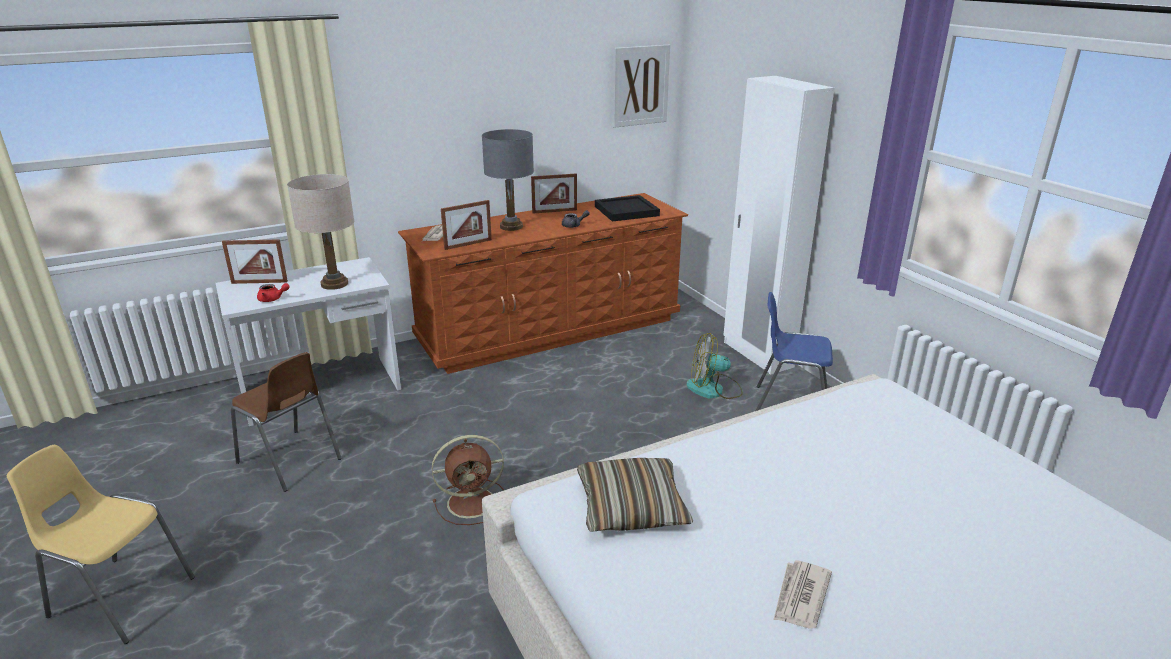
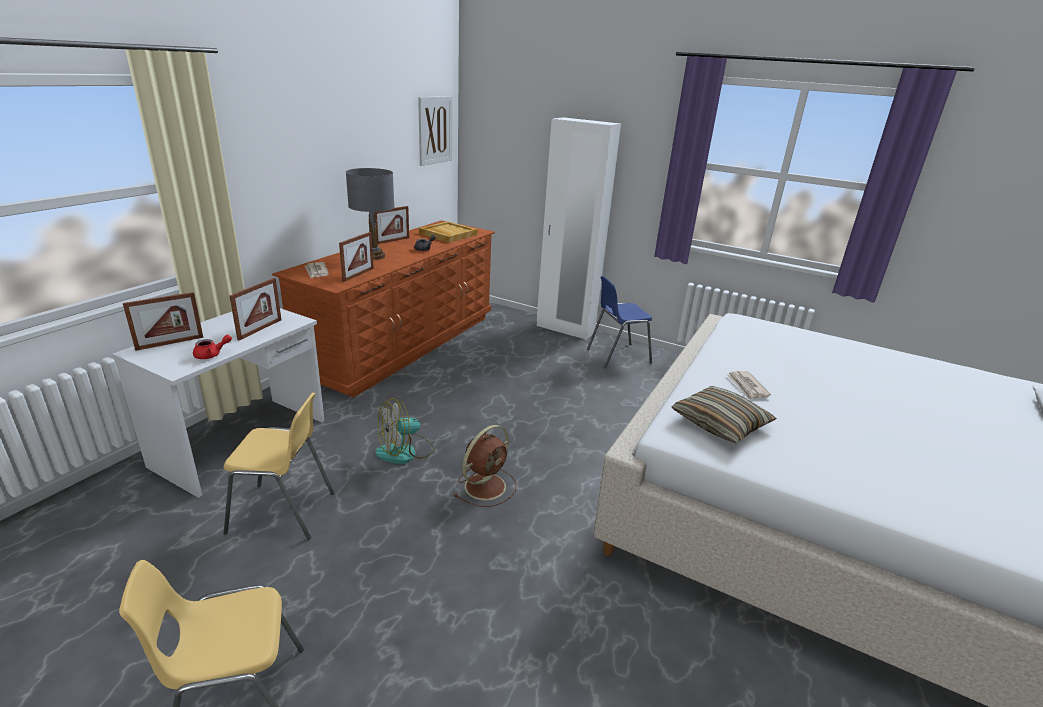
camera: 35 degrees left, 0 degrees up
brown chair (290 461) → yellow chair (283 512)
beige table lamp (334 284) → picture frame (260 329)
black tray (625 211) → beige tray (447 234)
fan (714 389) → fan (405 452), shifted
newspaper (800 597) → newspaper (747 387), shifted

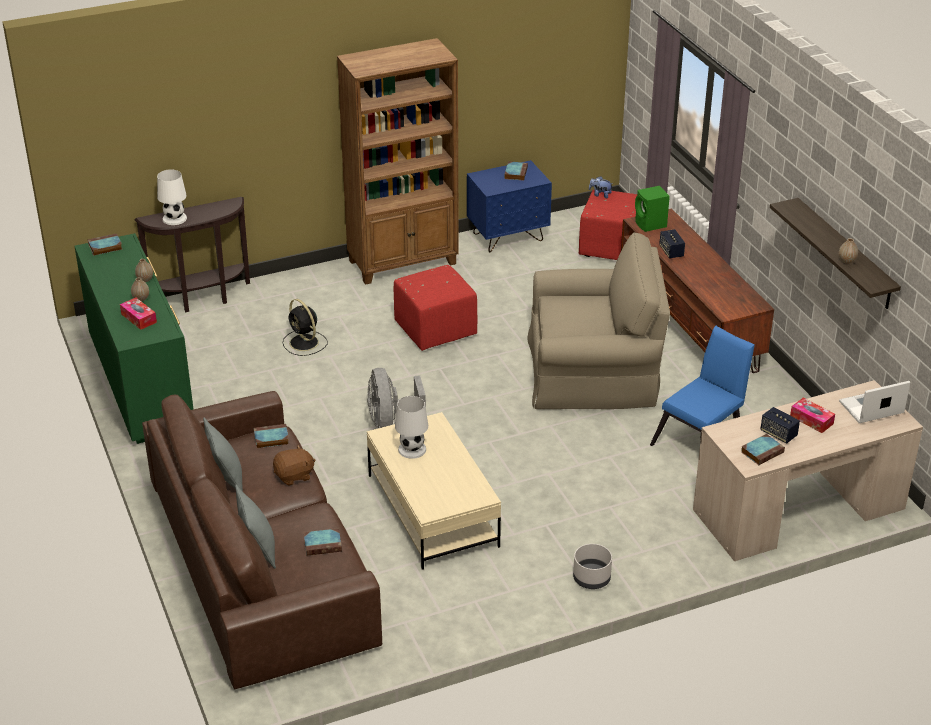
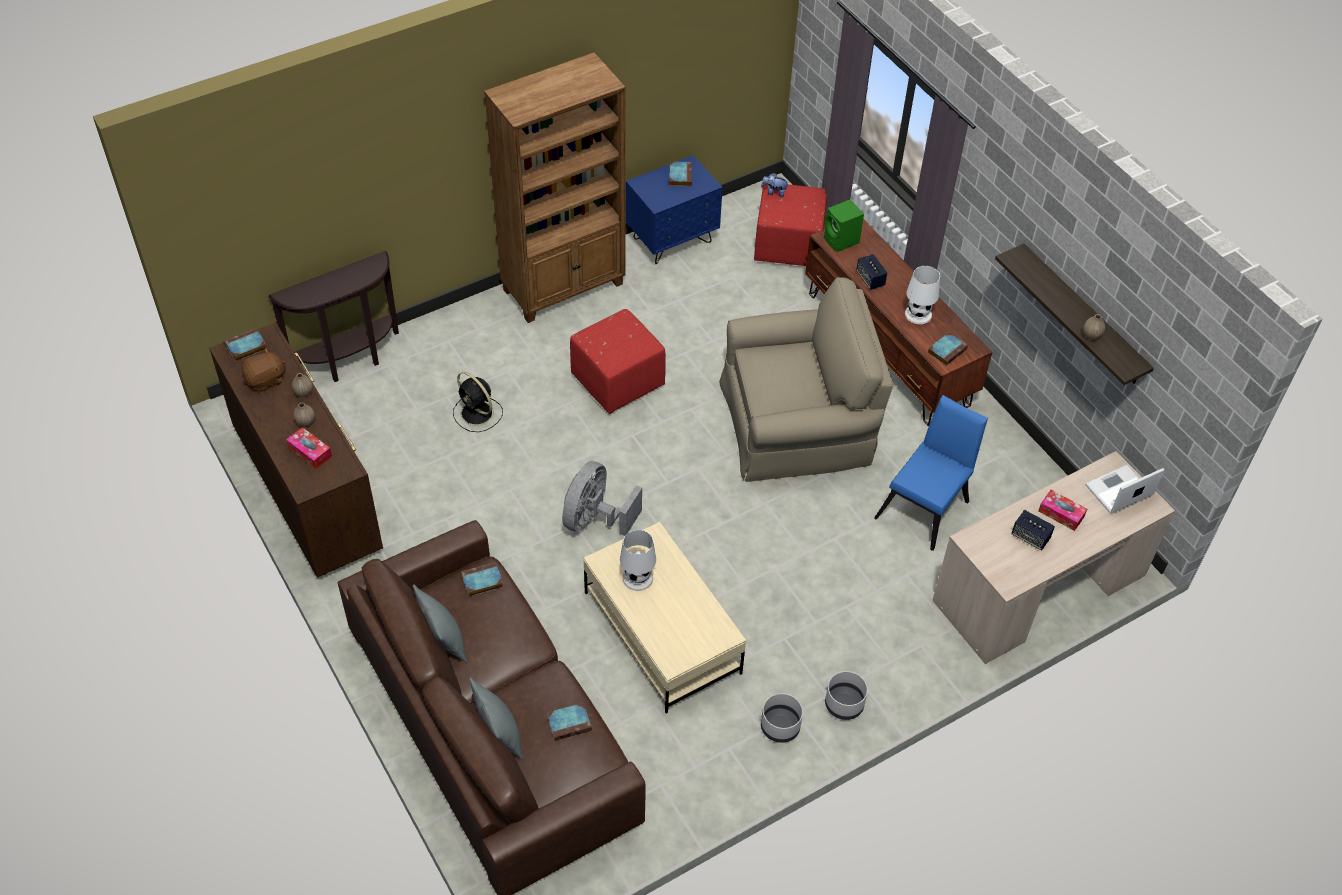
camera: 10 degrees left, 15 degrees up
green dresser (141 383) → brown dresser (307 489)
white table lamp (175 218) → white table lamp (918 314), shifted
brown plush toy (294 476) → brown plush toy (266 380), shifted
grey fan (391 424) → grey fan (595 519), 45 degrees clockwise
book (762 451) → book (947 350), shifted
- → grey planter (780 727)

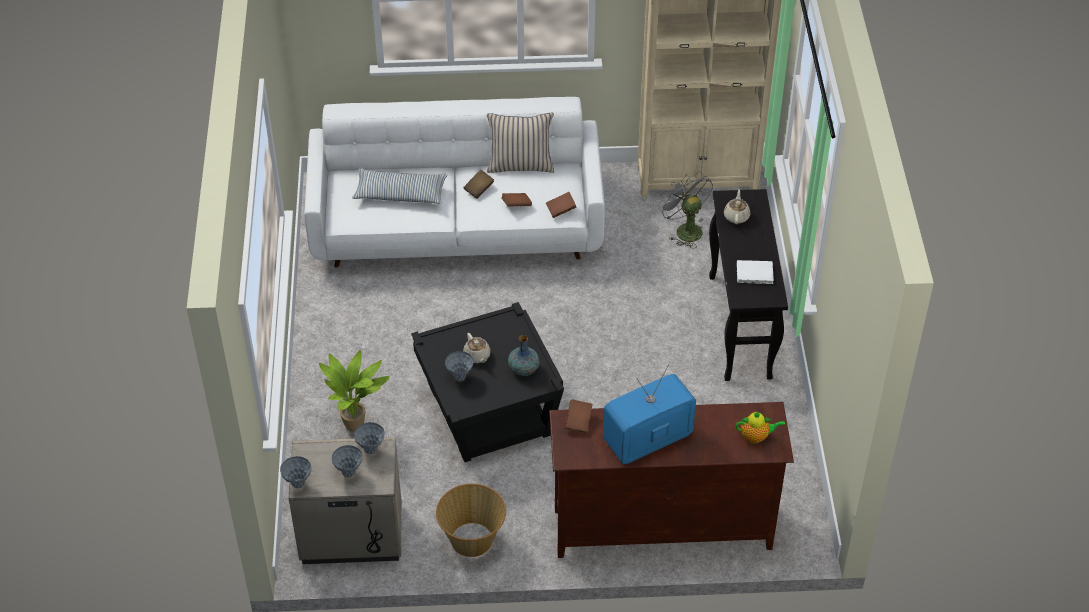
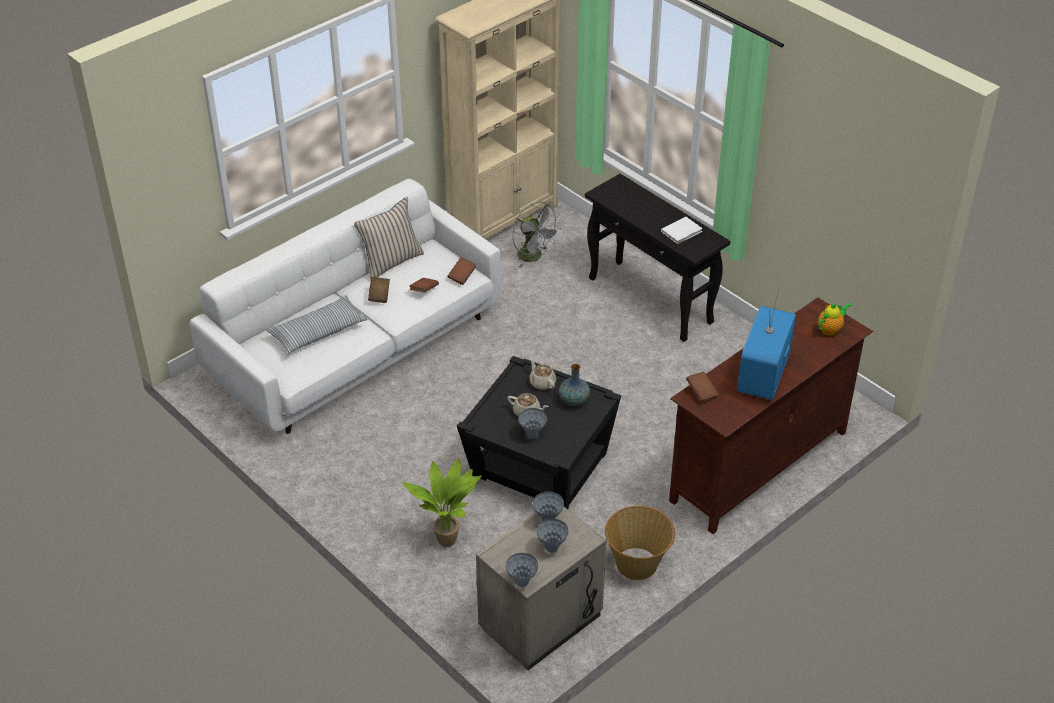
camera: 40 degrees left, 5 degrees down
grey fan (684 229) → grey fan (534 257), 150 degrees counterclockwise
beige teapot (736 216) → beige teapot (542 382), shifted

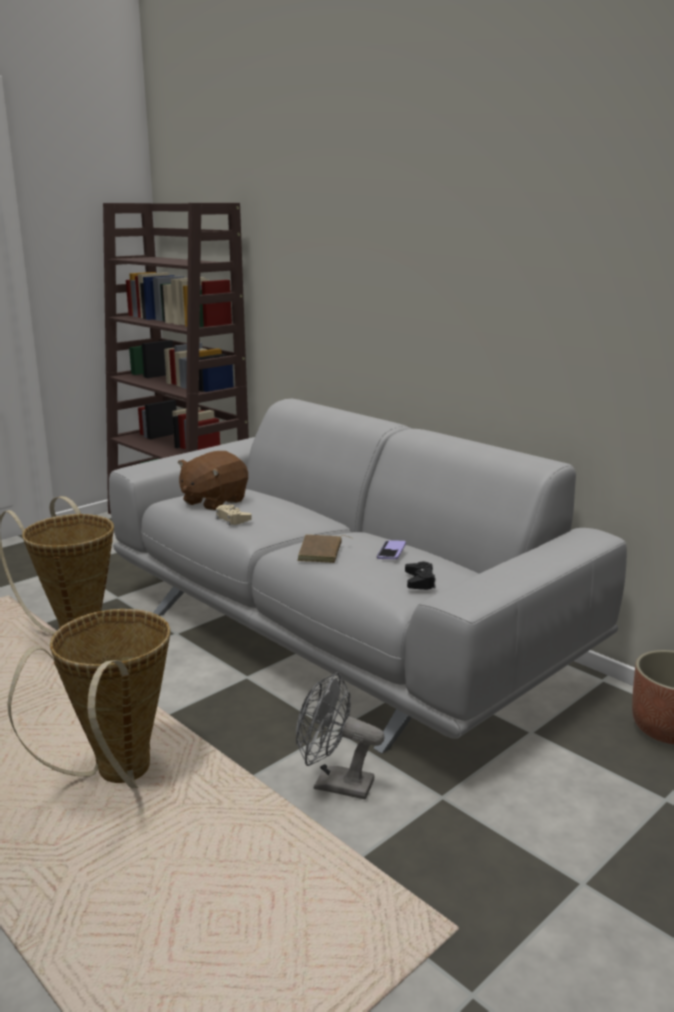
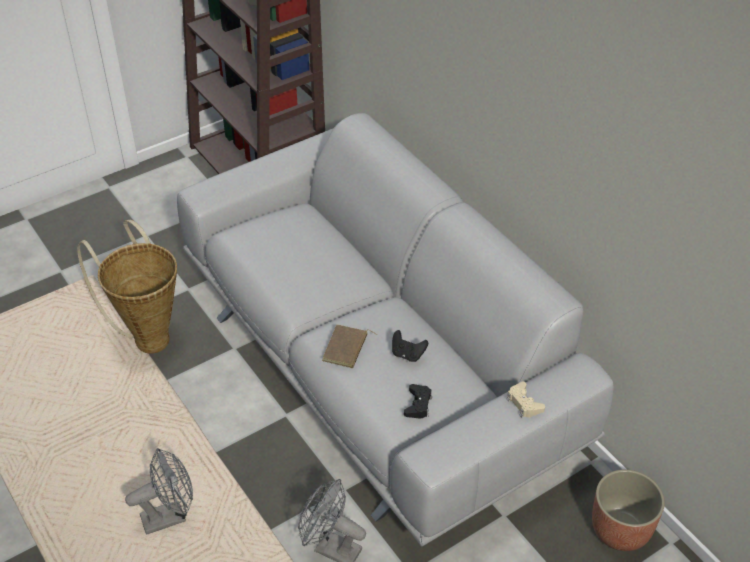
camera: 10 degrees right, 25 degrees up
basket (117 777) → grey fan (170 516)
brown plush toy (213 501) → -
beige game controller (232 519) → beige game controller (524 403), shifted
phone (391 551) → black game controller (407 354)

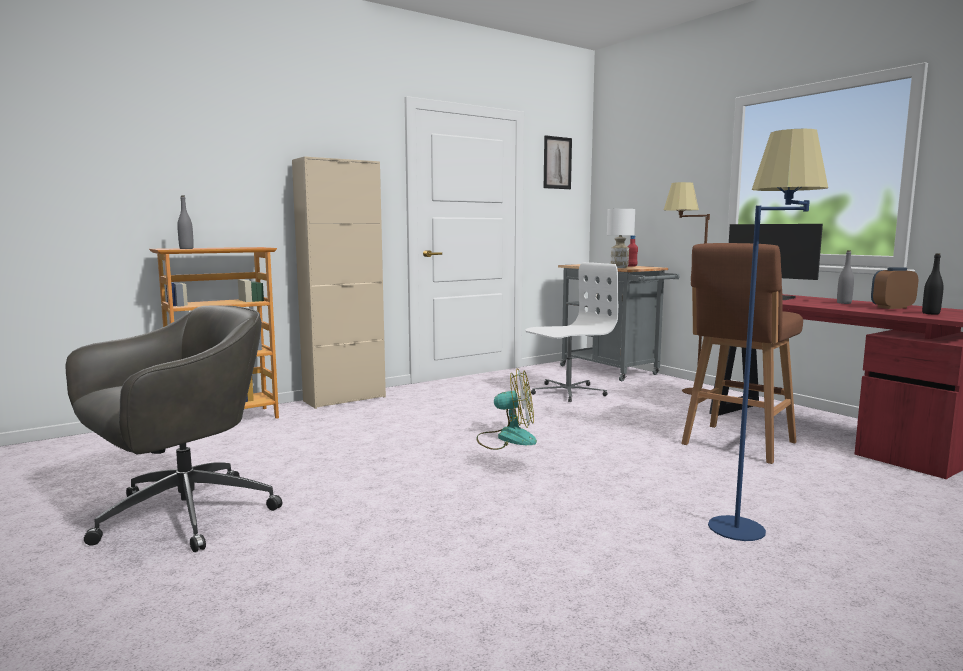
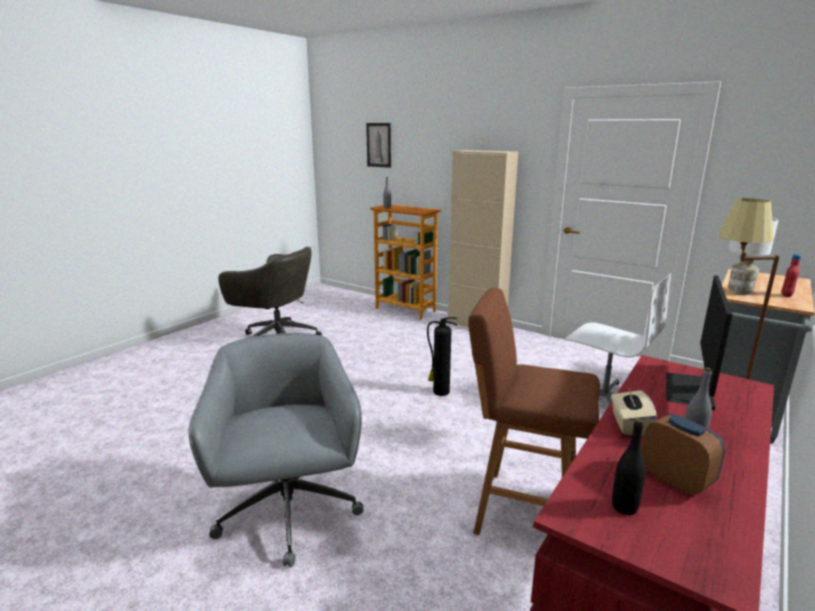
camera: 70 degrees right, 10 degrees up
fan (507 438) → fire extinguisher (440 391)
picture (557 163) → picture (379 145), shifted
blue floor lamp (752 539) → grey office chair (288 514)
- → beige tissue box (629 424)

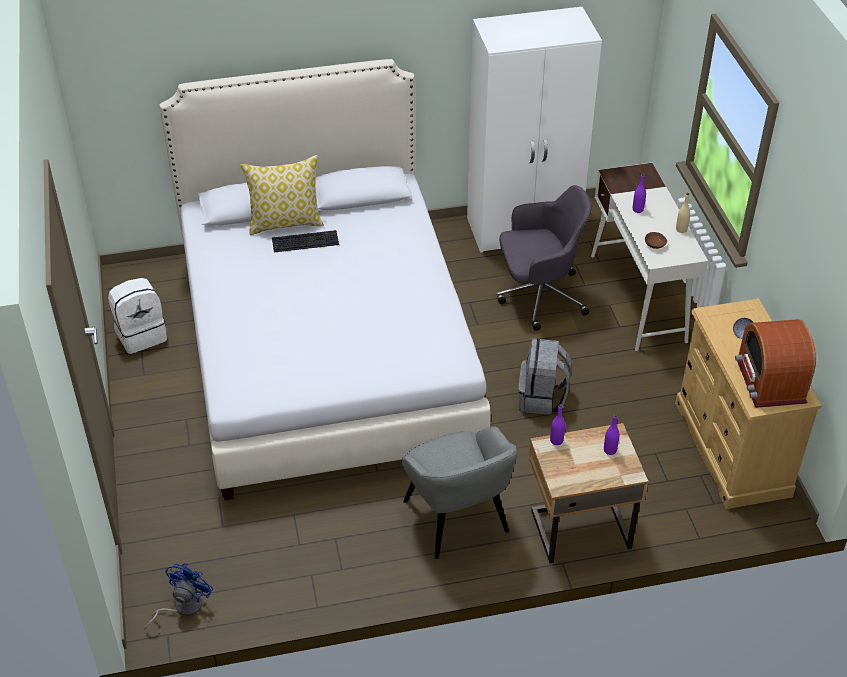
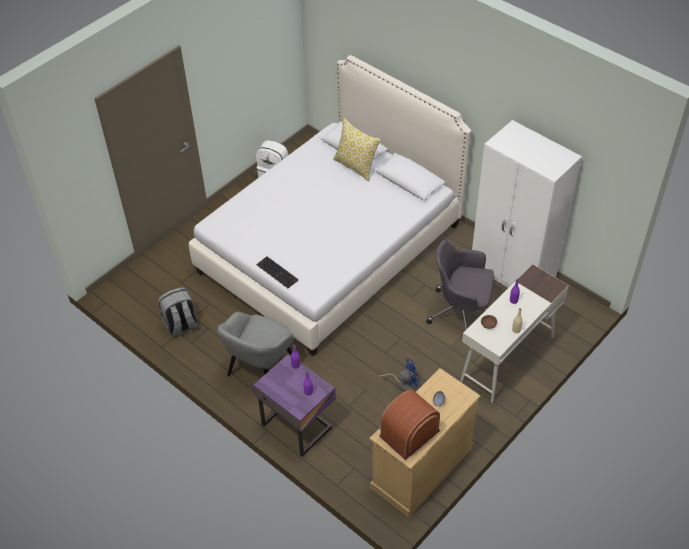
camera: 55 degrees right, 5 degrees up
blue fan (182 607) → blue fan (403 383), shifted
keyboard (306 241) → keyboard (278 272), shifted
grey office chair (538 296) → grey office chair (461 312), 150 degrees clockwise
grey backpack (542 398) → grey backpack (181 325), shifted
beige nightstand (579 528) → purple nightstand (298 425)

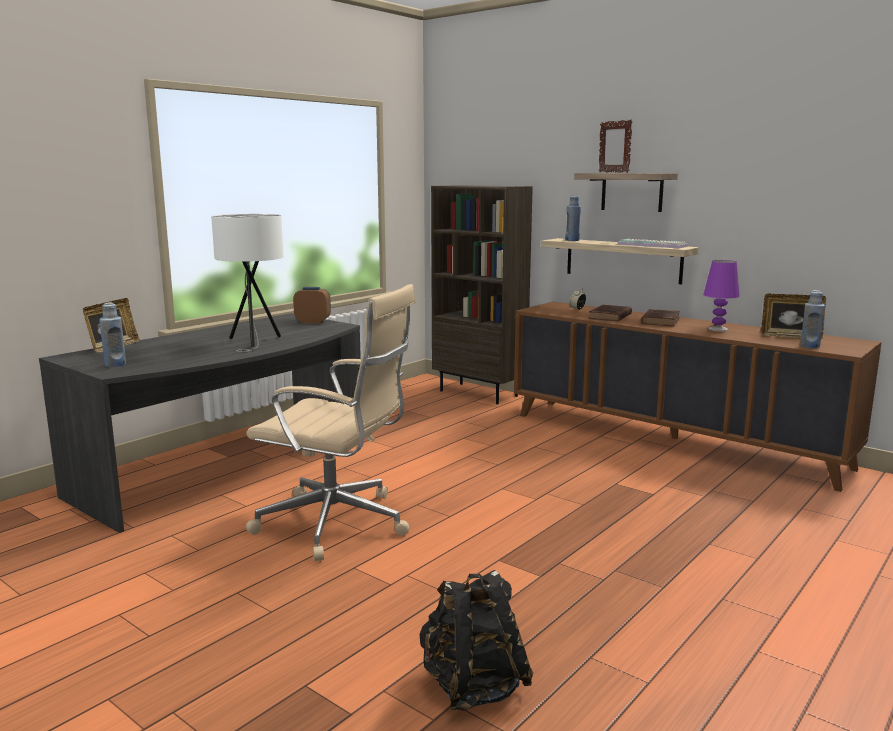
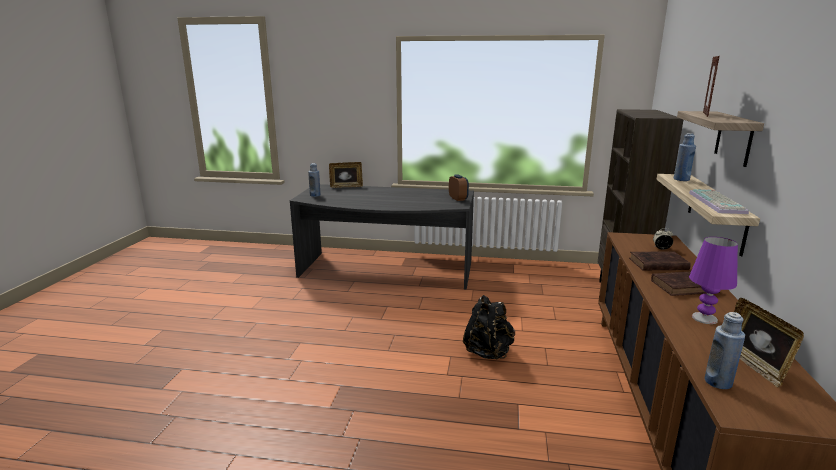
camera: 60 degrees right, 5 degrees up
white table lamp (253 342) → -
beige office chair (337 524) → -
black backpack (473 687) → black backpack (488 351), shifted

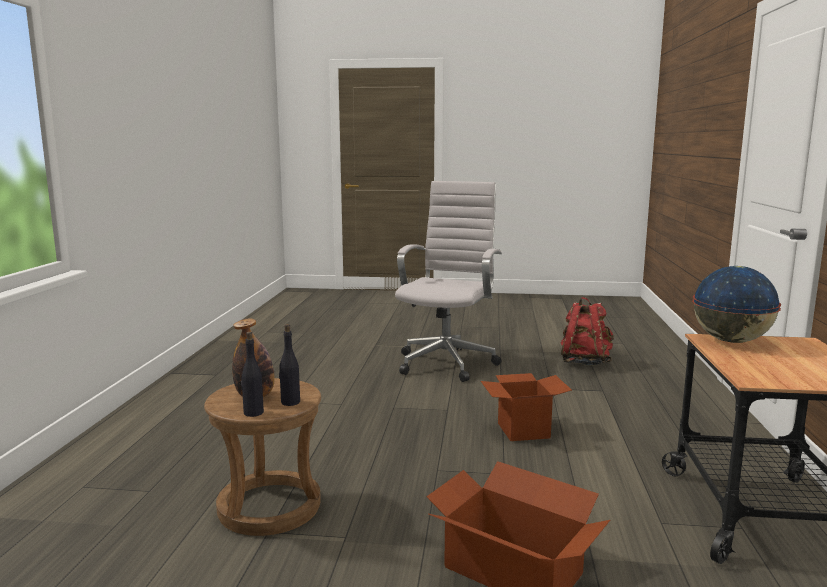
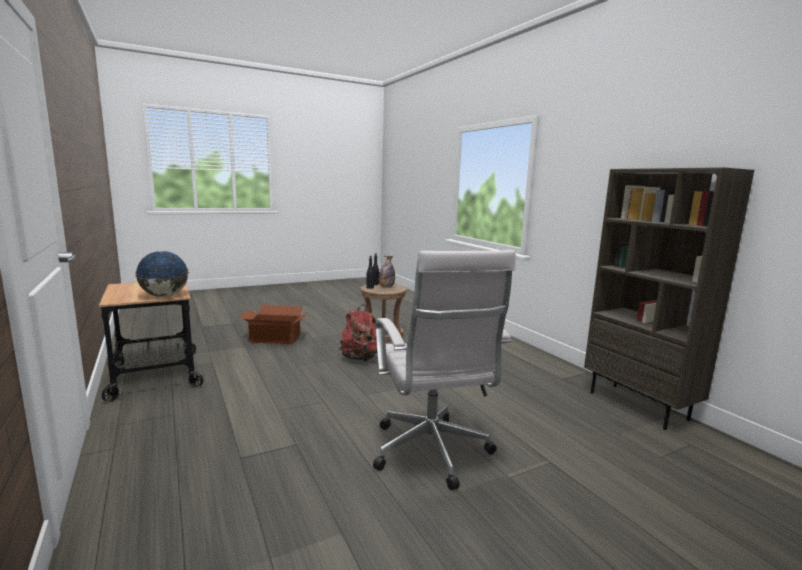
camera: 145 degrees right, 0 degrees up
cardboard box (523 430) → -
red backpack (584 362) → red backpack (360 358), shifted
- → brown bookcase (639 405)

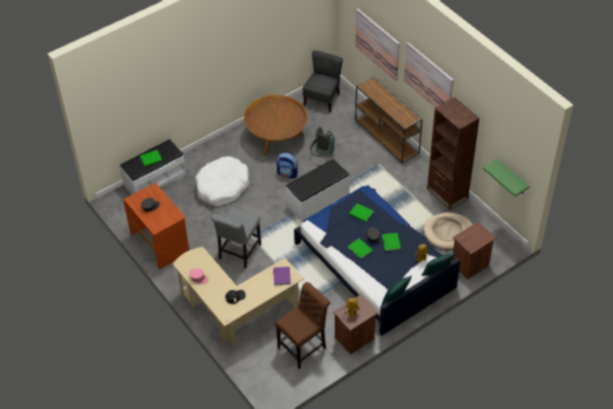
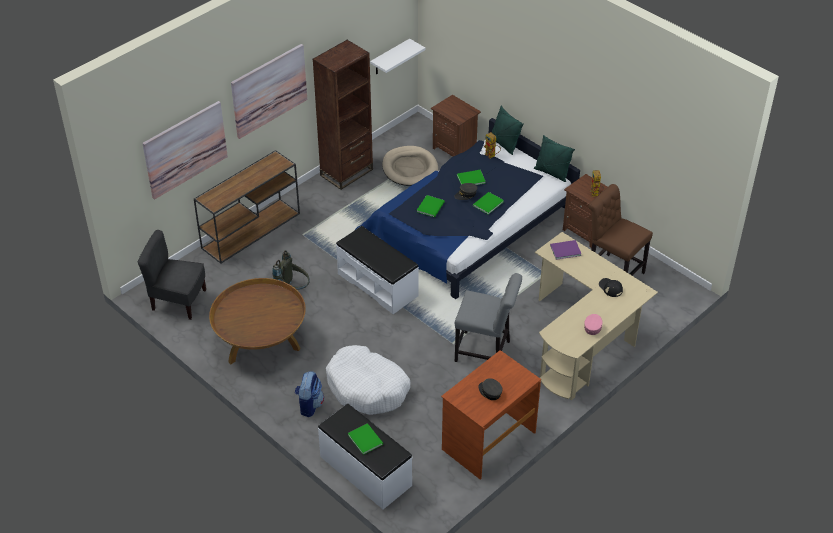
camera: 100 degrees left, 5 degrees down
backpack (288 174) → backpack (309 405), shifted
green shelf (512 177) → white shelf (390 57)

